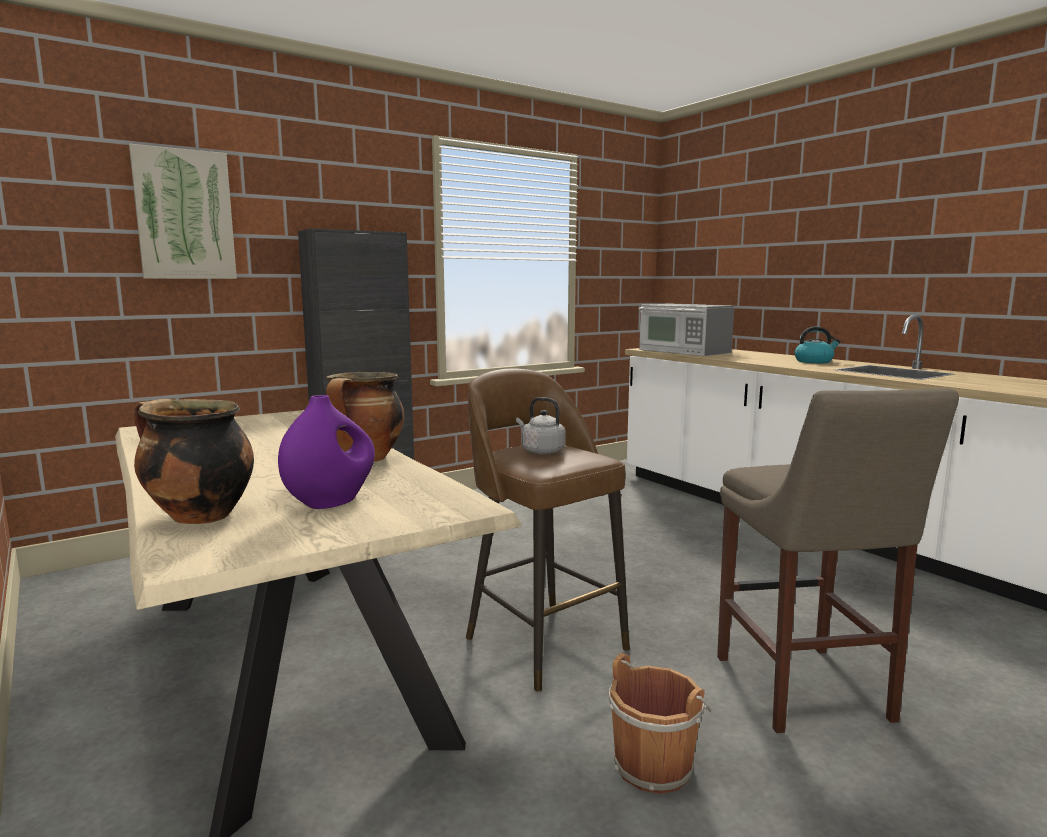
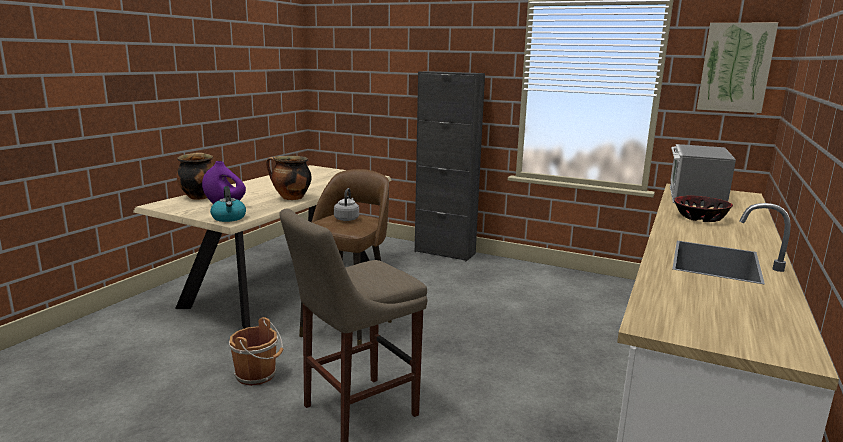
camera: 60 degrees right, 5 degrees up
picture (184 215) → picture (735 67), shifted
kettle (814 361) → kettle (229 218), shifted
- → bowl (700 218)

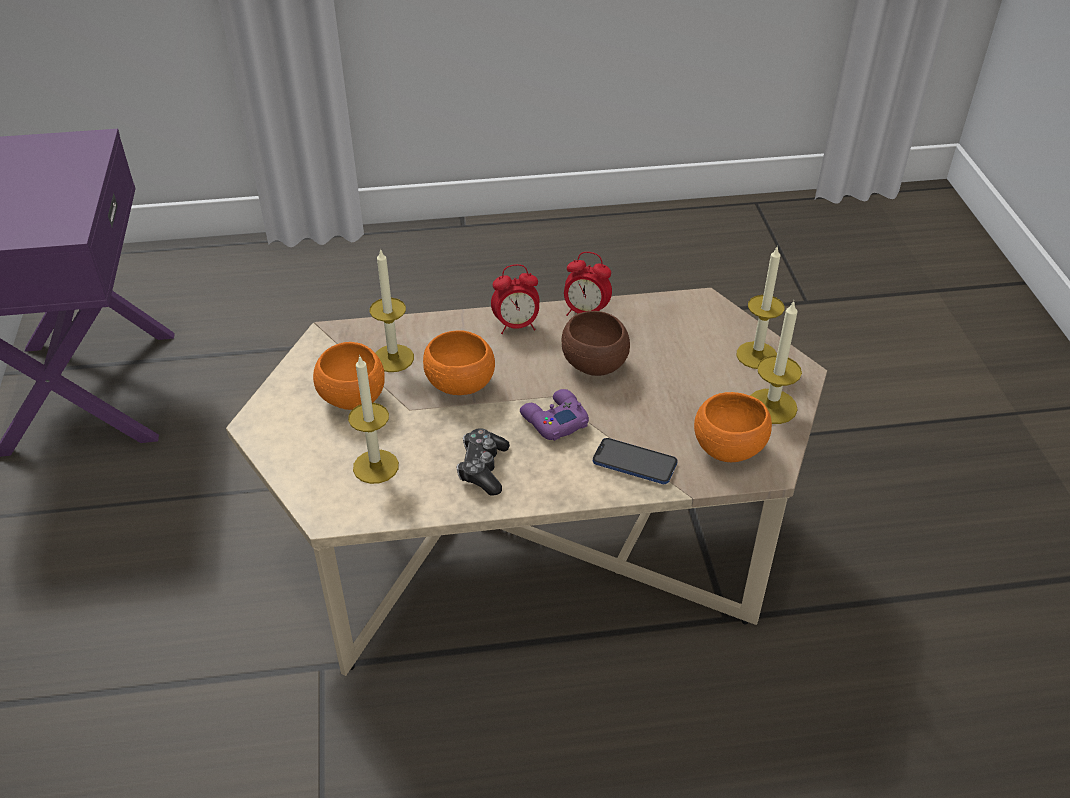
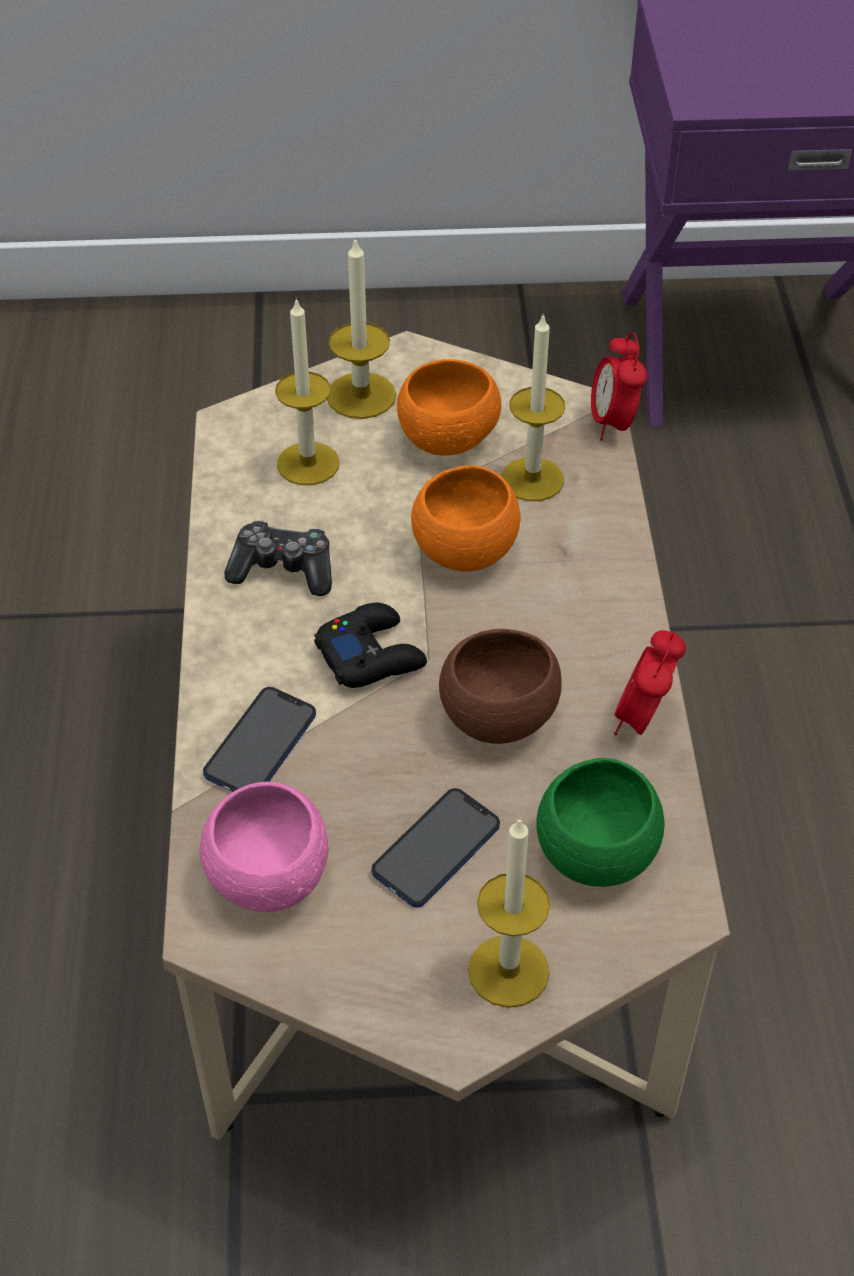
camera: 95 degrees right, 5 degrees up
alarm clock (516 326) → alarm clock (613 423), shifted
purple game controller (553 420) → black game controller (371 654)
orange bowl (729 449) → pink bowl (267 878)
candle (771 406) → candle (361 395), shifted
- → phone (436 849)
- → green bowl (596 853)

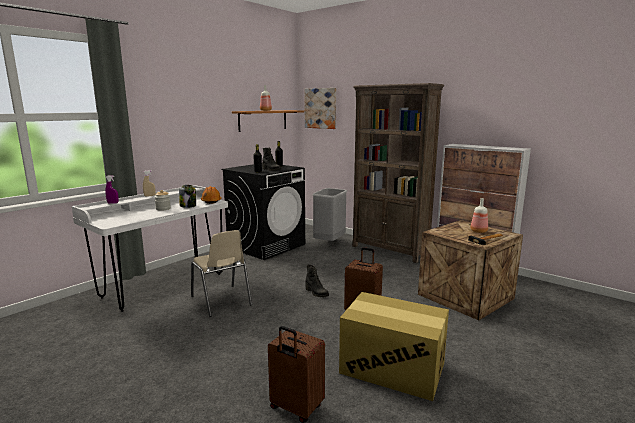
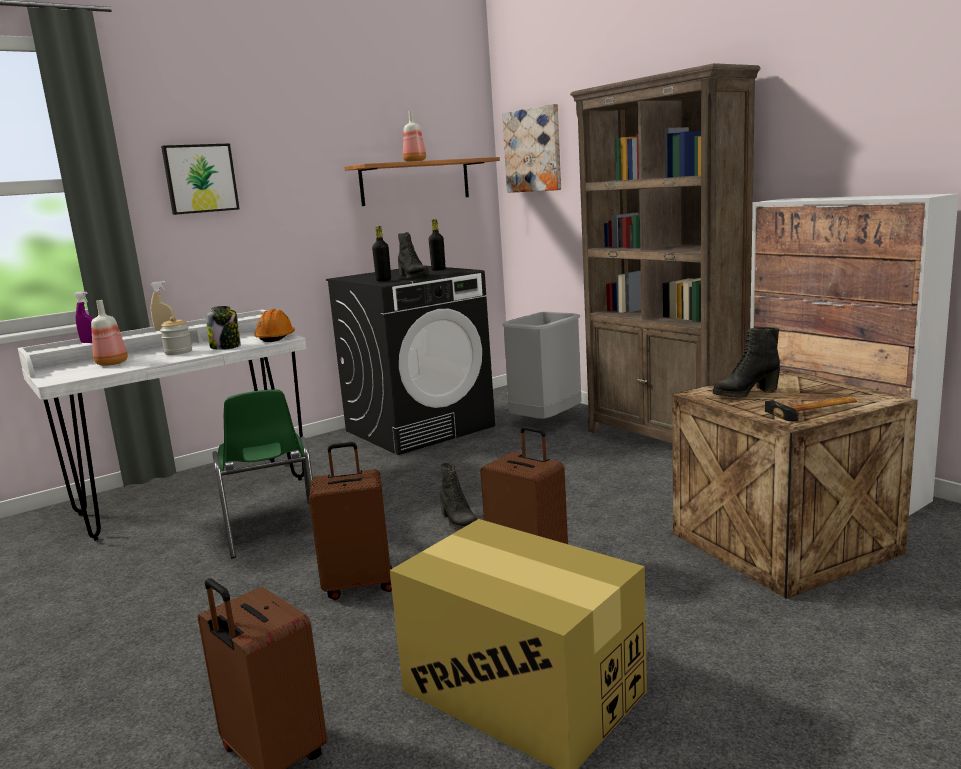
camera: 15 degrees right, 0 degrees up
beige chair (221 301) → green chair (272 529)
bottle (478 231) → bottle (113 363), shifted
- → picture (200 178)
- → brown suitcase (359 584)
- → black boot (745 393)

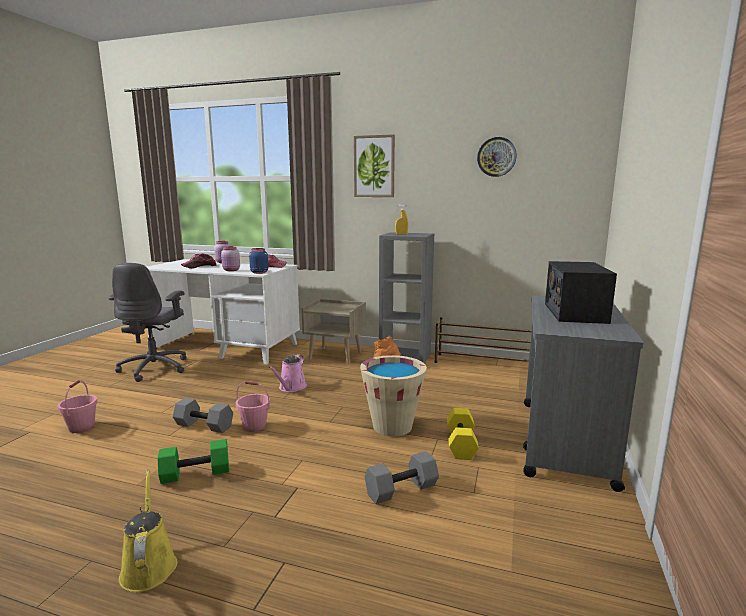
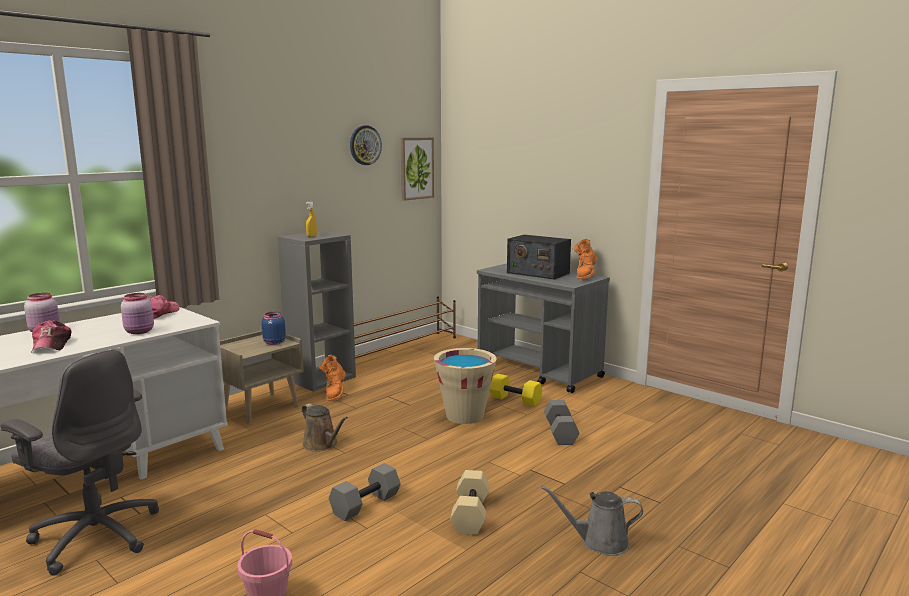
camera: 65 degrees left, 0 degrees up
yellow watering can (149 565) → grey watering can (599 542)
green dumbbell (196 472) → beige dumbbell (469 514)
pink bucket (254 426) → -
blue jar (259 272) → blue jar (273 343), shifted
pink watering can (291 387) → brown watering can (322 445)
picture (374 166) → picture (416 168), shifted
- → orange boot (585 276)

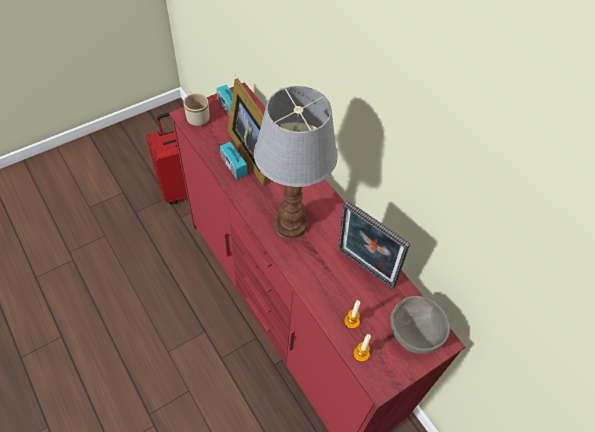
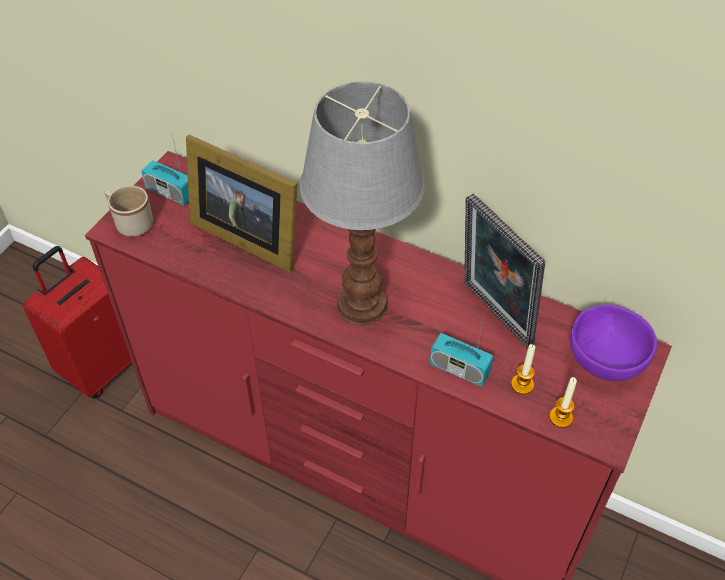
camera: 25 degrees left, 5 degrees down
radio (233 166) → radio (459 369), shifted
picture frame (363 269) → picture frame (493 315), 45 degrees clockwise
grey bowl (414 333) → purple bowl (604 360)

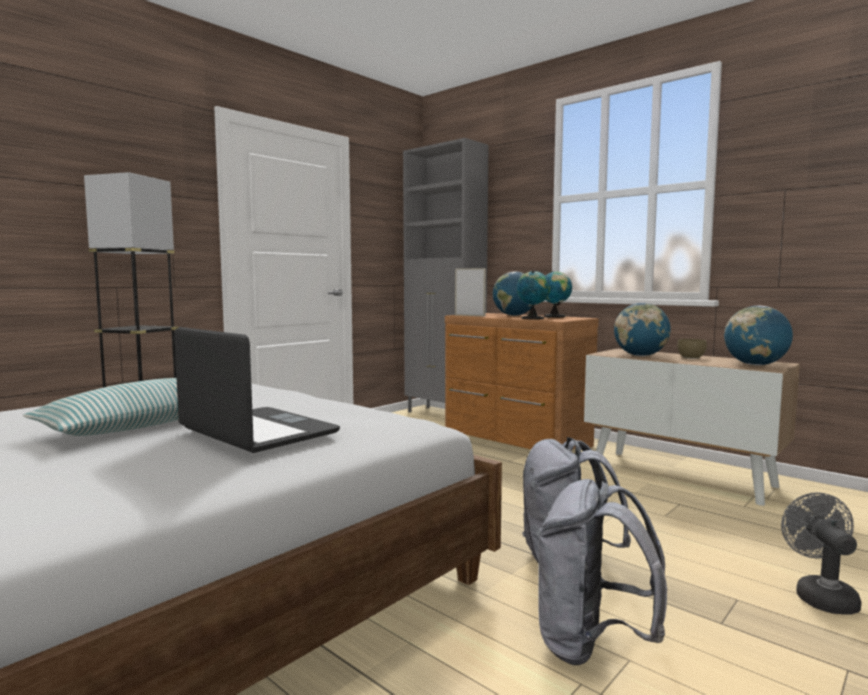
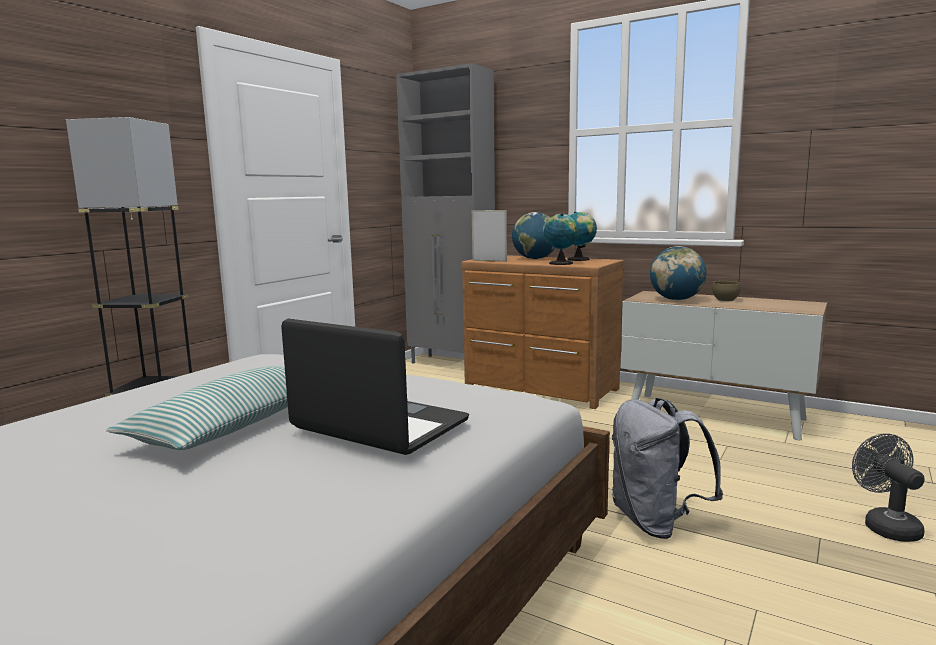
camera: 10 degrees left, 5 degrees up
grey backpack (592 645) → -
globe (755 365) → -

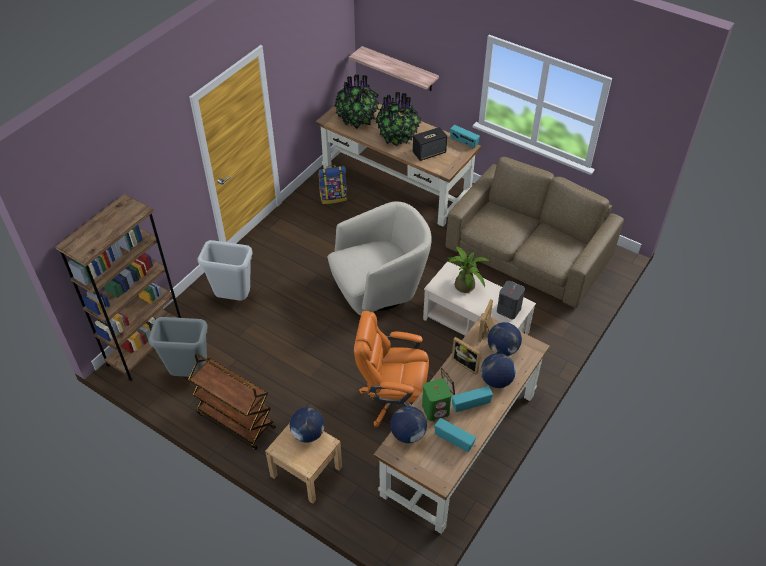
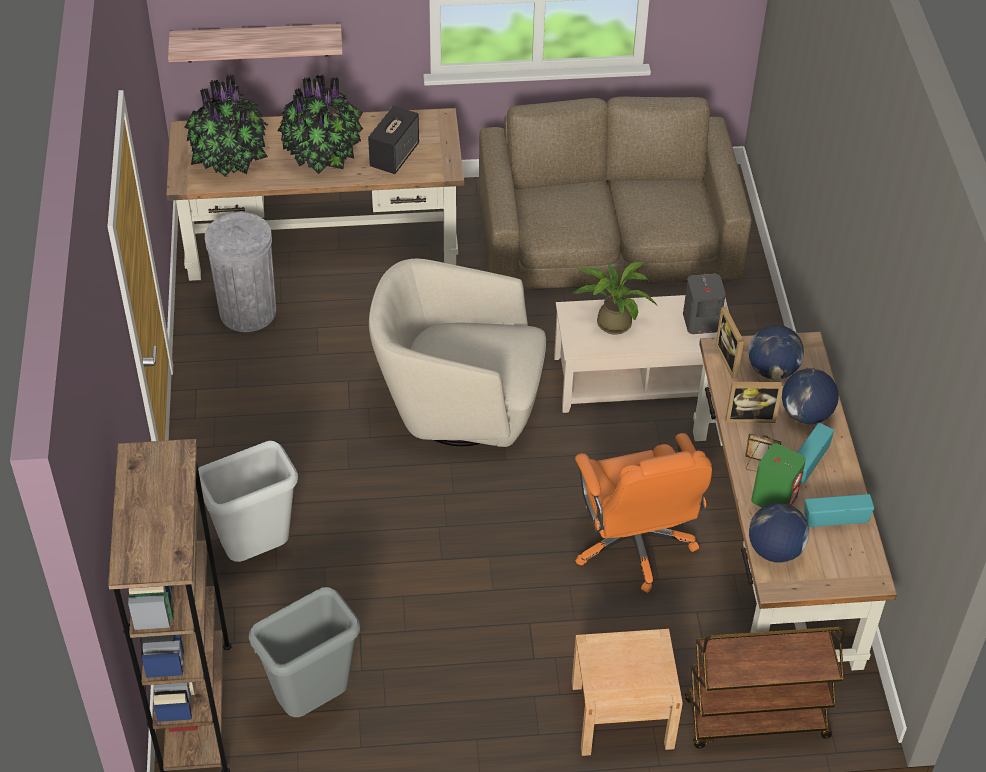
camera: 40 degrees left, 0 degrees up
brown cart (235 420) → brown cart (755 719), shifted
globe (308 434) → -
backpack (333 197) → grey trash can (247 311)
beige armchair (379 288) → beige armchair (458 405), 105 degrees counterclockwise
orange office chair (393 399) → orange office chair (634 544), 75 degrees counterclockwise
radio (463 142) → -

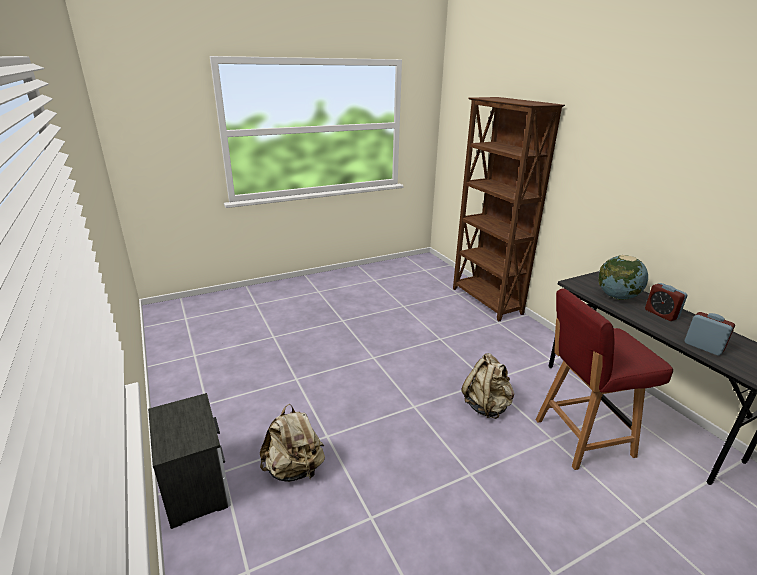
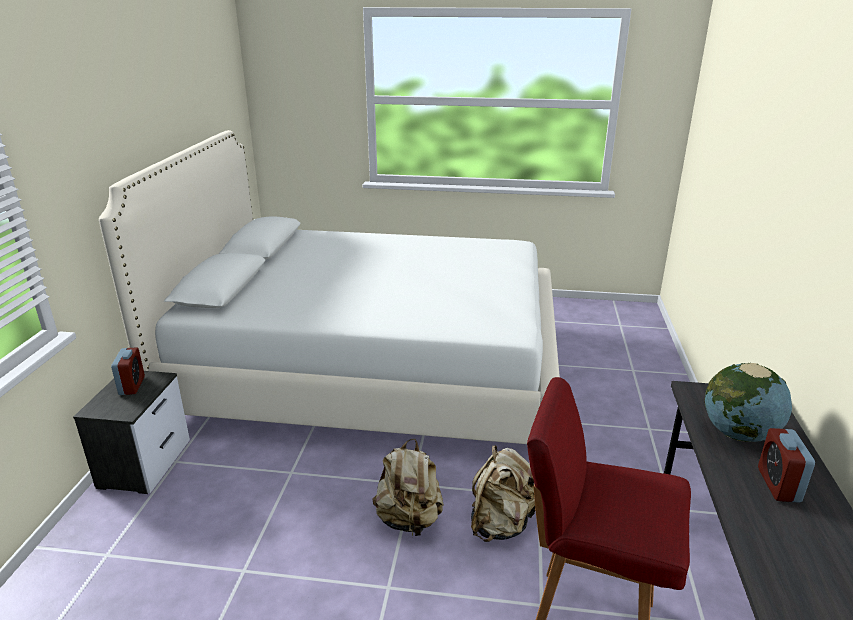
camera: 35 degrees right, 0 degrees up
beige backpack (294 469) → beige backpack (409 519), shifted
brown bookcase (486 301) → -
alarm clock (703 347) → alarm clock (132 386), shifted
- → white bed (372 370)

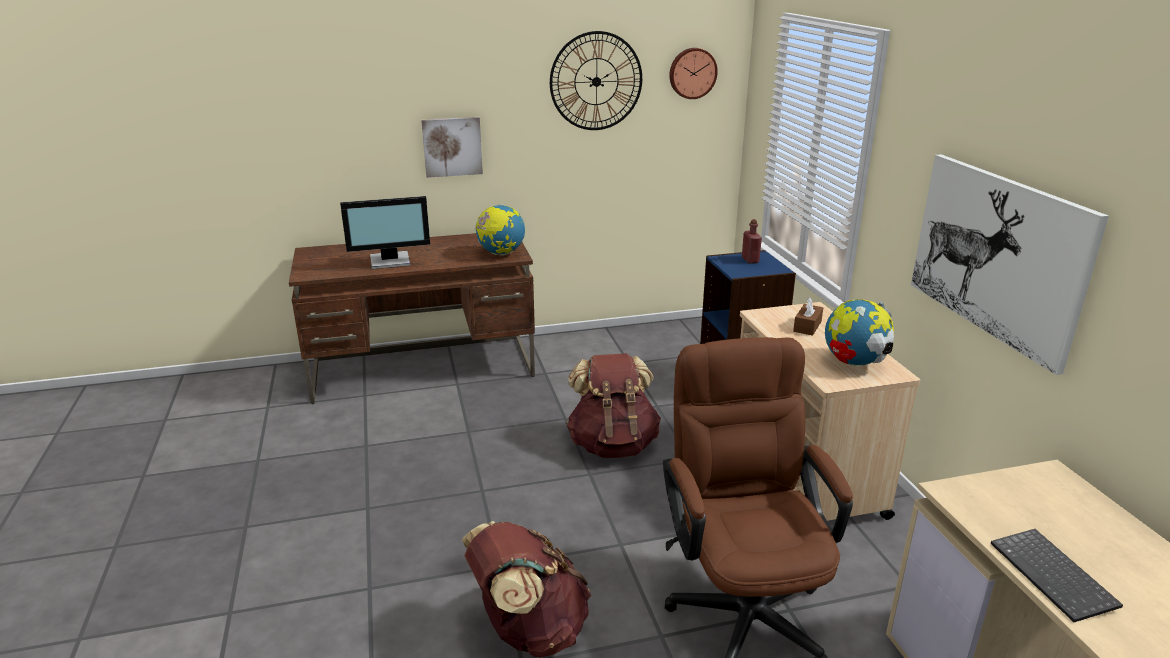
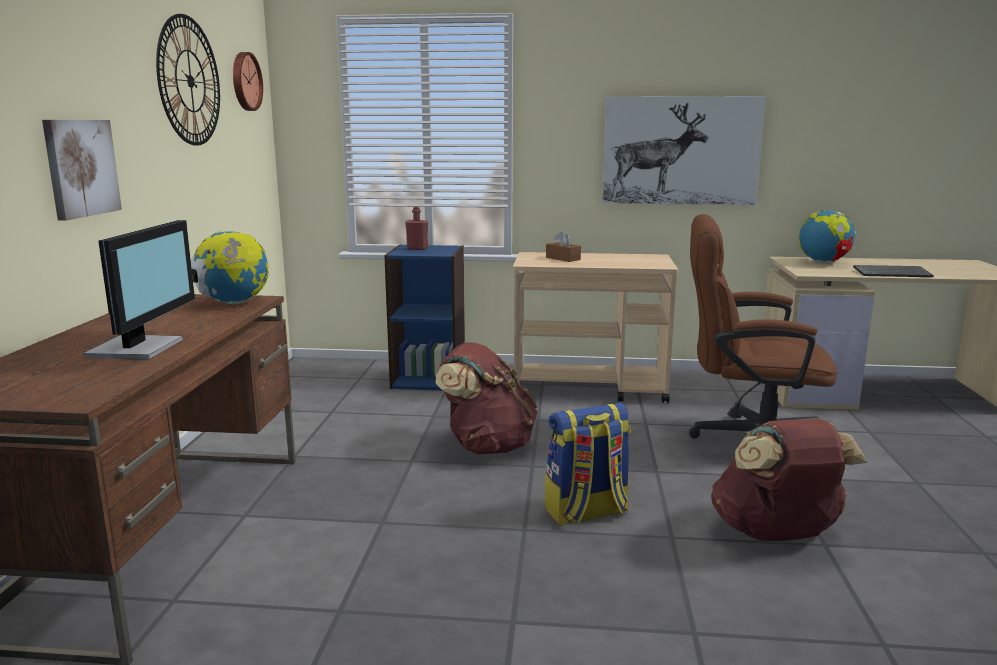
camera: 70 degrees left, 10 degrees down
globe (854 363) → globe (824 262), shifted
- → backpack (586 512)

